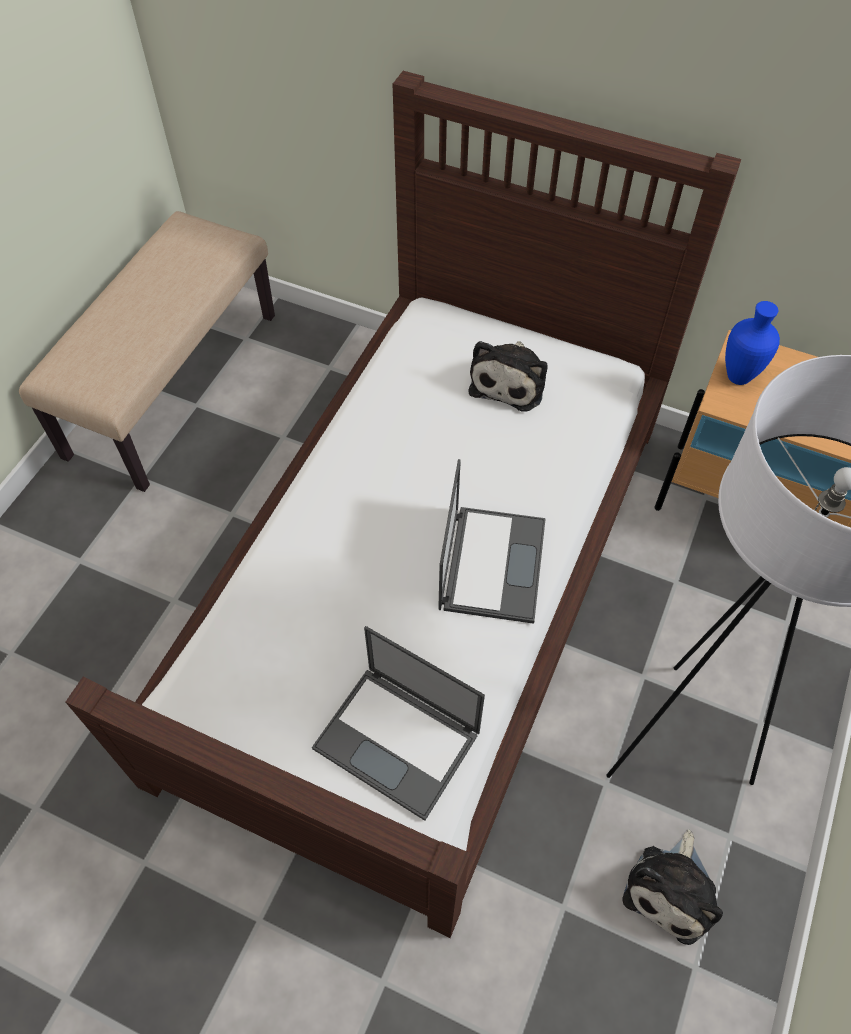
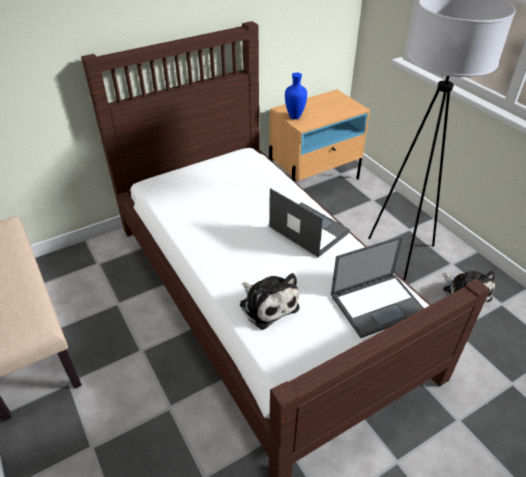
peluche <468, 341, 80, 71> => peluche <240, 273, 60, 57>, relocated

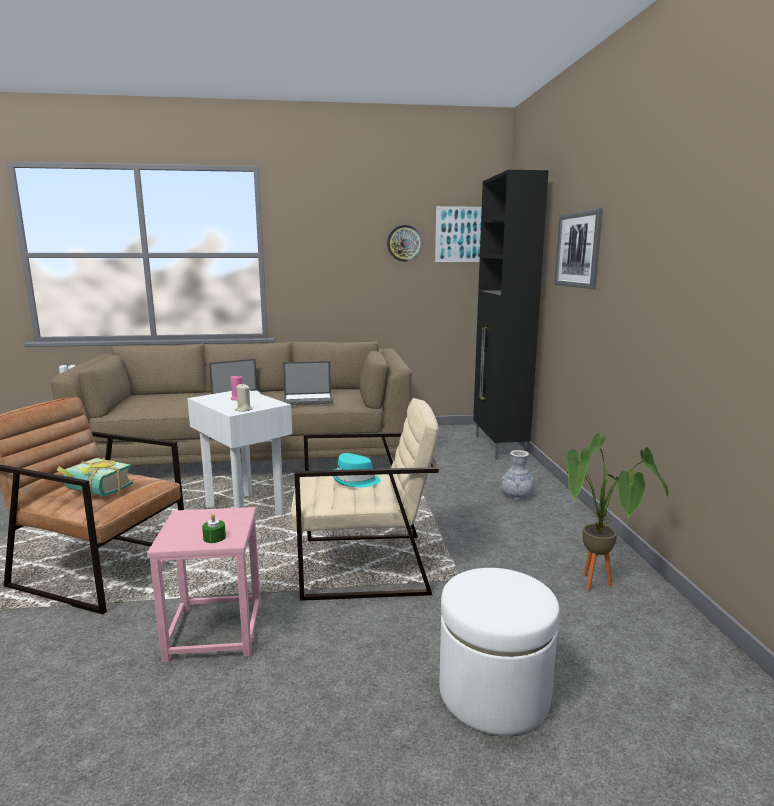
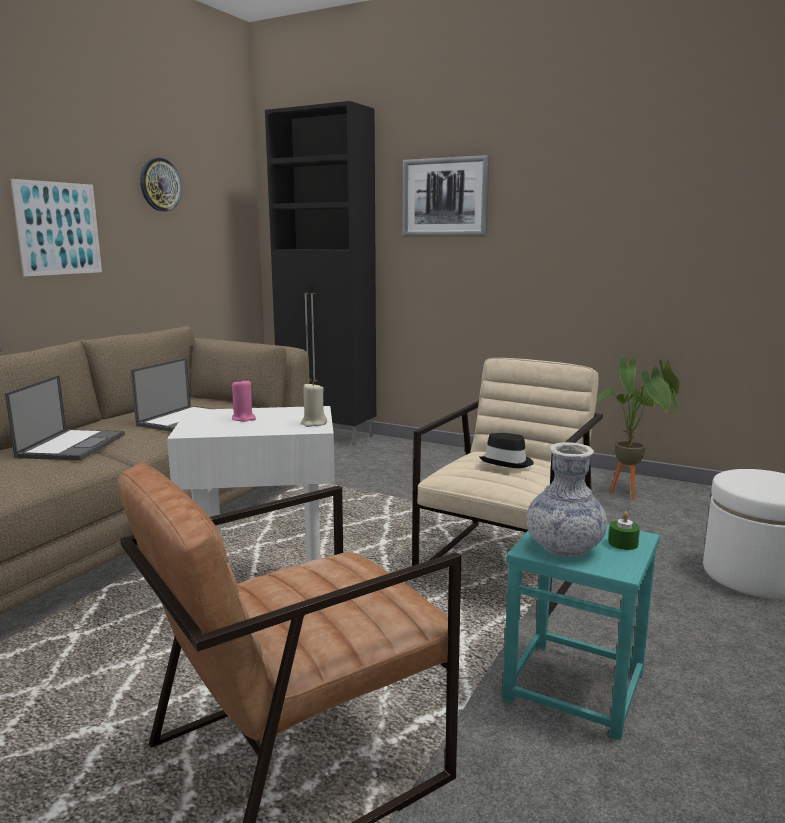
cuadro <435, 206, 47, 56> => cuadro <10, 179, 92, 98>, relocated
sombrero [turquesa] <333, 453, 48, 34> => sombrero [negro] <479, 433, 55, 35>
taburete [rosa] <147, 507, 114, 155> => taburete [turquesa] <502, 524, 158, 216>
florero <500, 450, 35, 49> => florero <527, 442, 80, 115>, relocated
libro <57, 458, 76, 39> => nothing

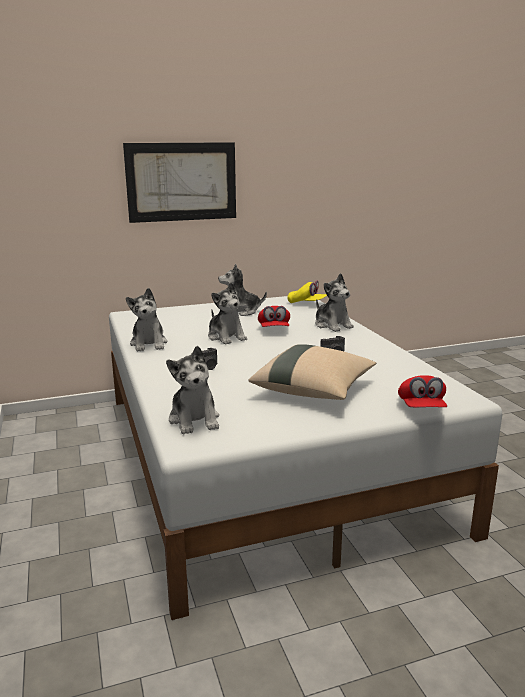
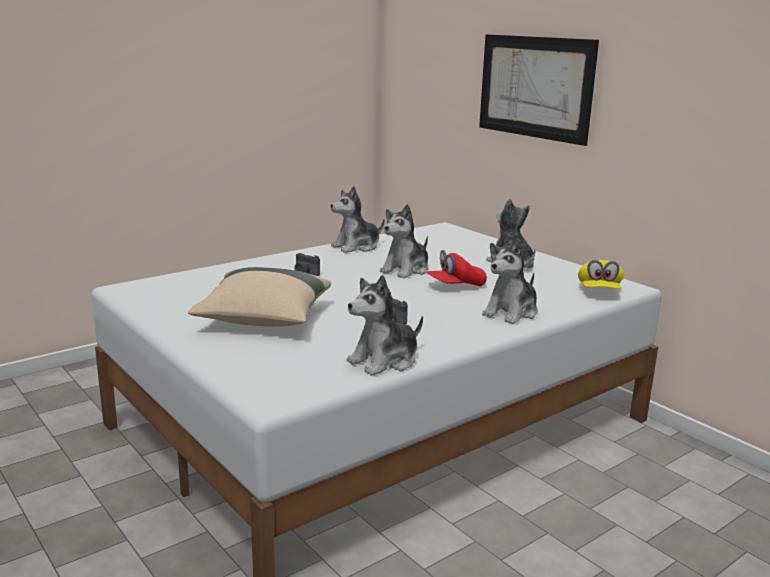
peluche <166, 346, 53, 88> => peluche <347, 275, 76, 101>, relocated
gorra [rojo] <398, 375, 49, 32> => nothing

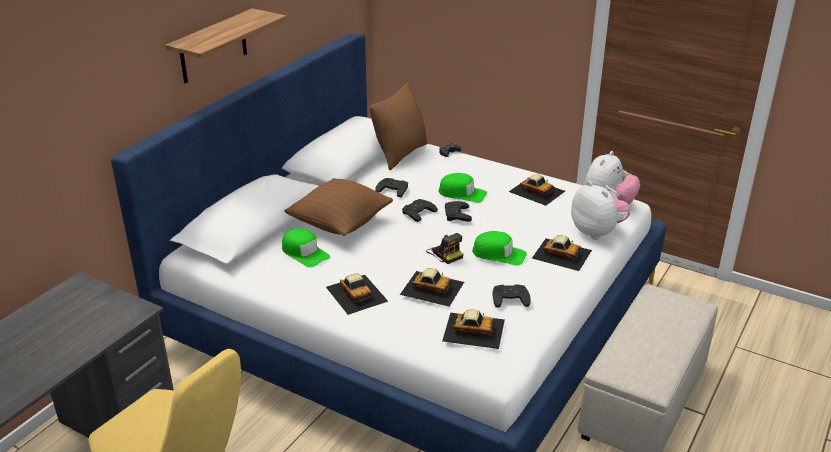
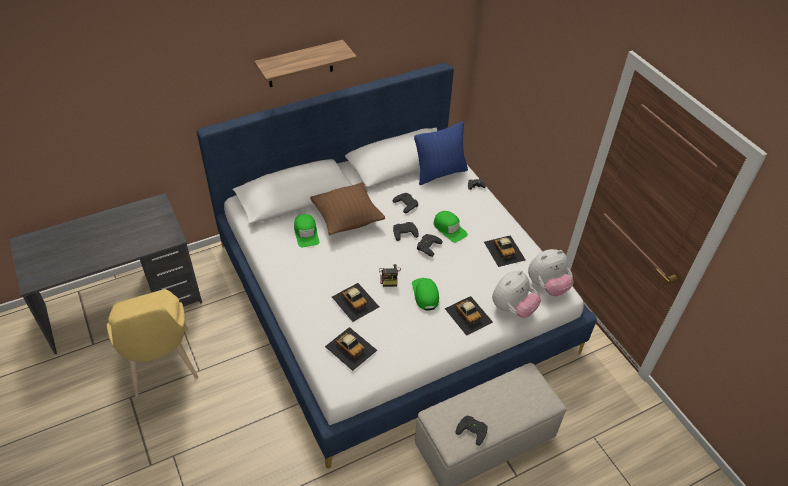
gorra [verde] <472, 231, 55, 35> => gorra [verde] <412, 278, 27, 32>, 150 degrees counterclockwise
cojín [marrón] <369, 83, 59, 87> => cojín [azul] <414, 122, 54, 63>
mando de consola [negro] <493, 284, 38, 23> => mando de consola [negro] <455, 415, 33, 31>, relocated
peluche <571, 181, 60, 59> => peluche <492, 271, 49, 47>, 45 degrees clockwise
coche de juguete <326, 274, 62, 41> => nothing

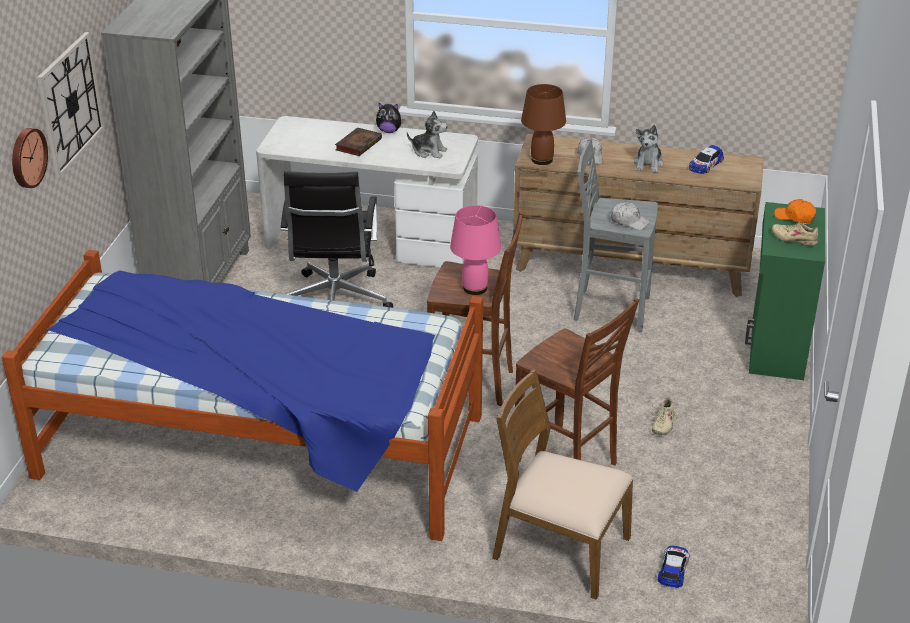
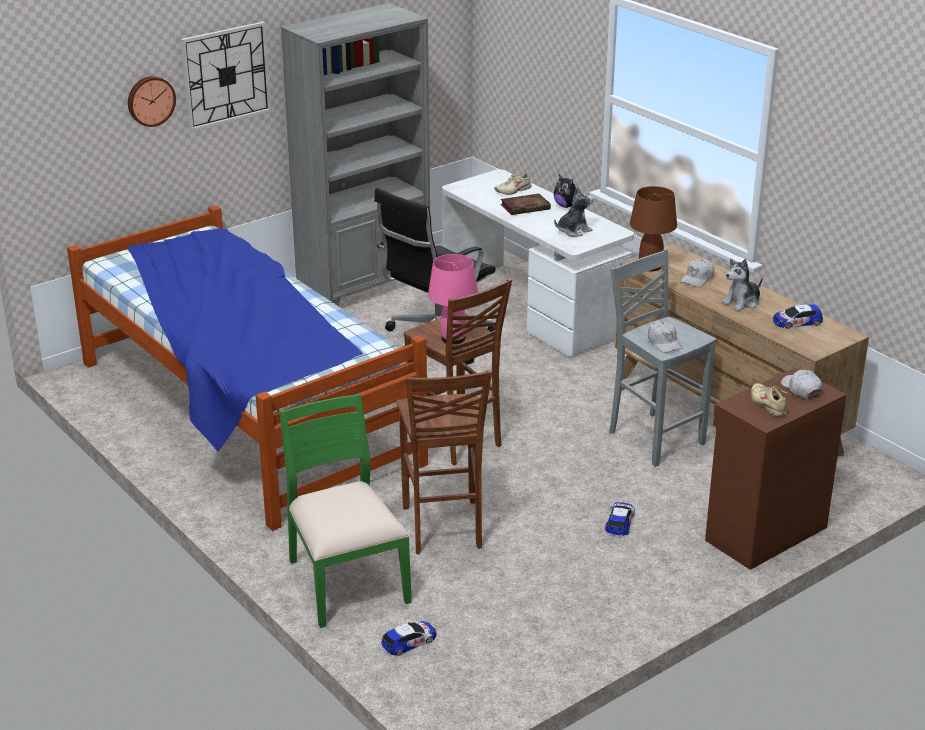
silla [marrón] <492, 370, 141, 230> => silla [verde] <280, 394, 132, 234>
zapato [beis] <651, 397, 27, 38> => zapato [beis] <494, 172, 37, 23>, relocated
peluche <407, 111, 41, 47> => peluche <554, 187, 39, 50>, 90 degrees counterclockwise
nothing => coche de juguete <605, 502, 30, 34>
armario [verde] <745, 202, 80, 178> => armario [marrón] <705, 368, 142, 202>
gorra [naranja] <774, 199, 42, 24> => gorra [blanco] <781, 370, 41, 29>

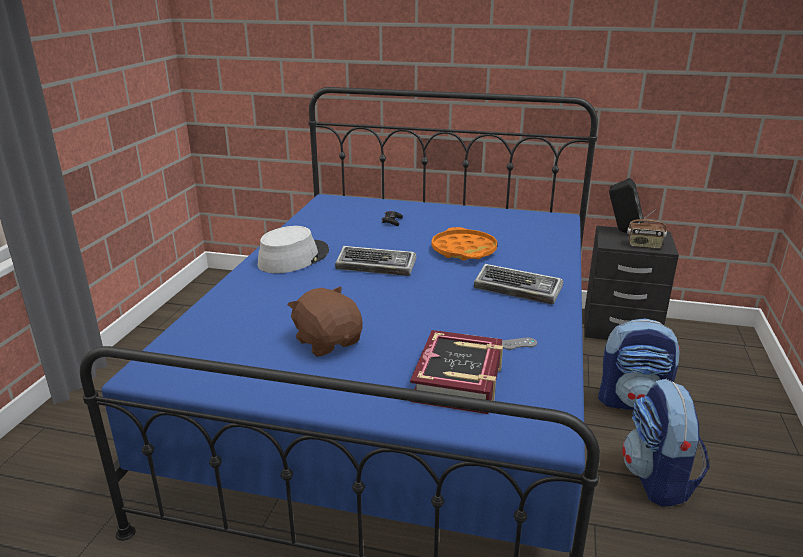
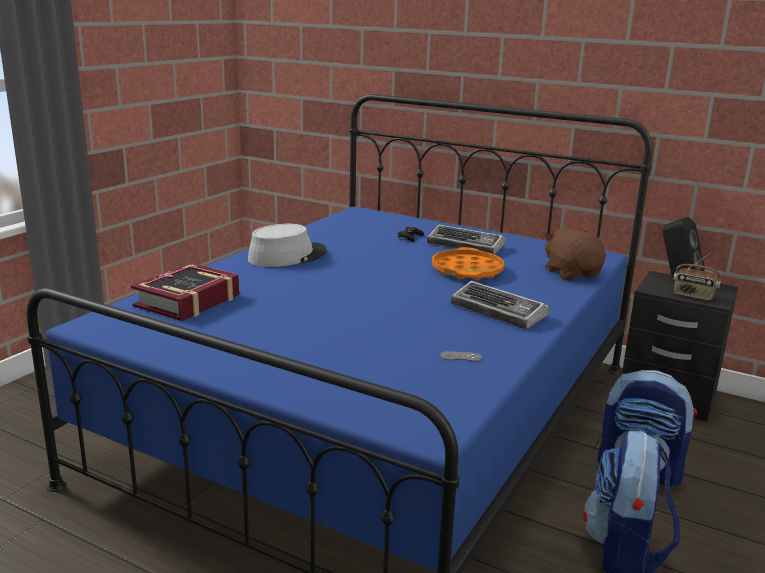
libro <410, 330, 93, 84> => libro <131, 263, 108, 58>, relocated
teclado <335, 246, 81, 30> => teclado <427, 224, 78, 31>, relocated
peluche [marrón] <288, 286, 75, 71> => peluche [marrón] <544, 228, 62, 52>, relocated

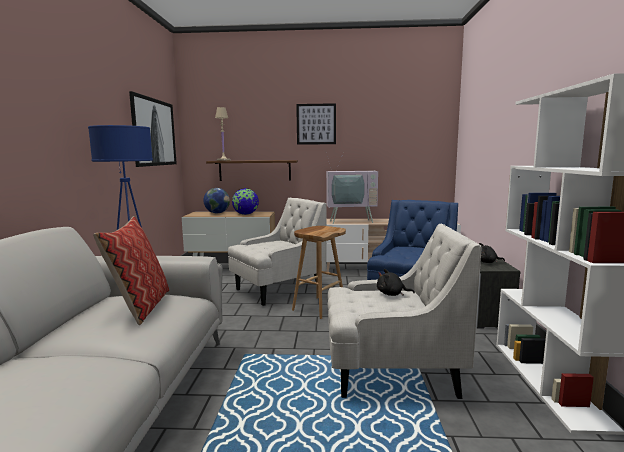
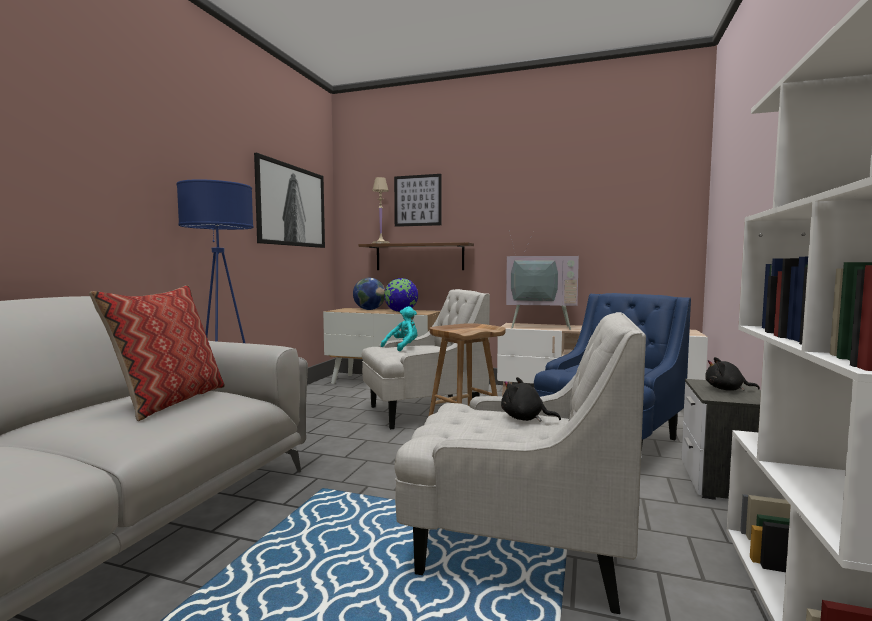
nothing => peluche [turquesa] <381, 306, 36, 45>
cuadro <296, 103, 40, 42> => cuadro <394, 174, 48, 53>, relocated

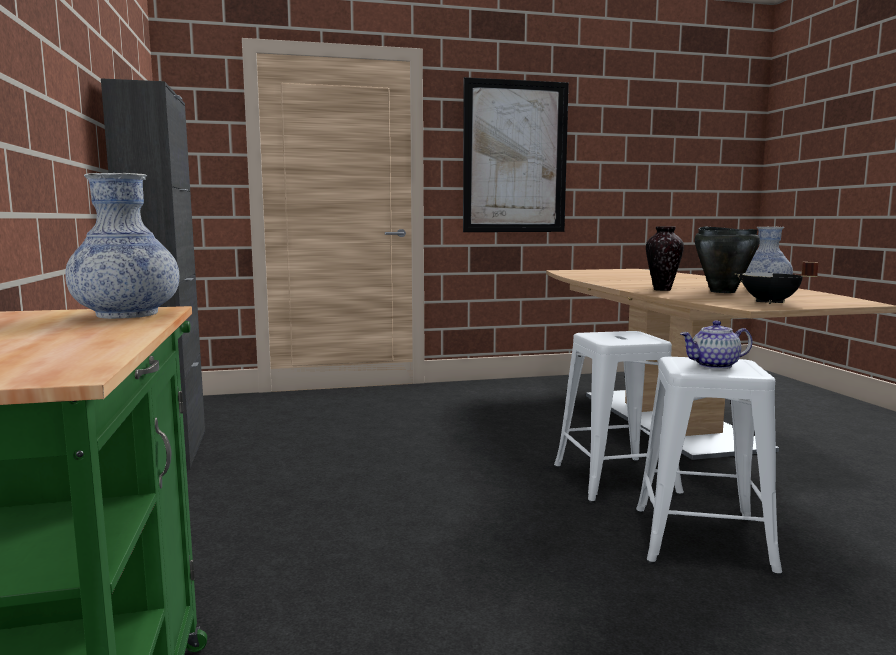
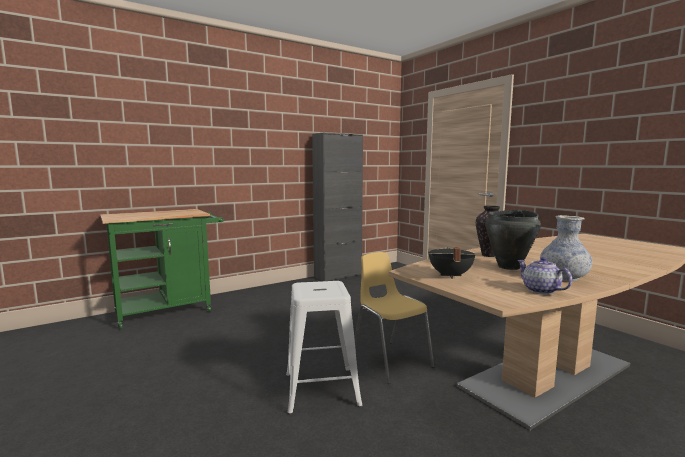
taburete [blanco] <554, 331, 130, 172> => silla [amarillo] <354, 252, 81, 132>
tetera <680, 320, 73, 49> => tetera <517, 257, 55, 37>, relocated
florero <65, 173, 114, 146> => nothing
cuadro <463, 77, 106, 155> => nothing

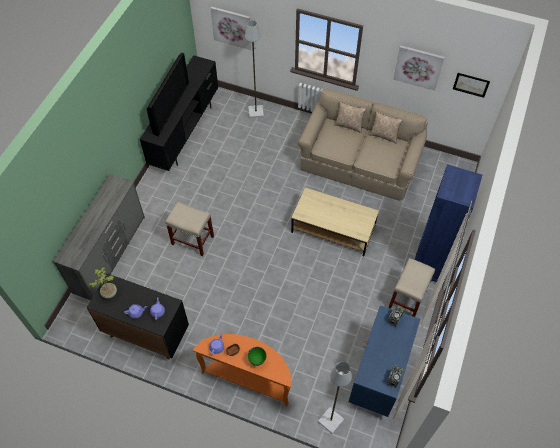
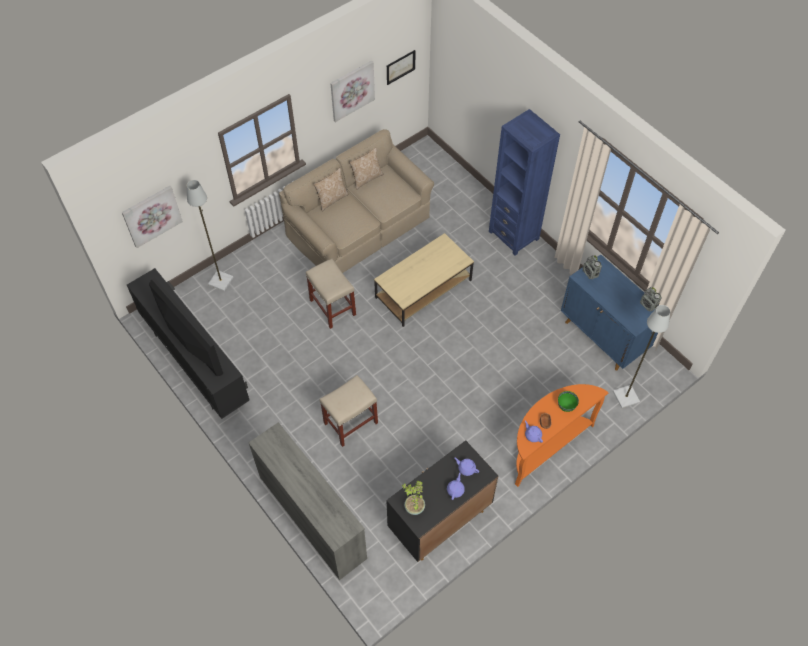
taburete [beis] <388, 258, 47, 59> => taburete [beis] <306, 259, 50, 70>, relocated

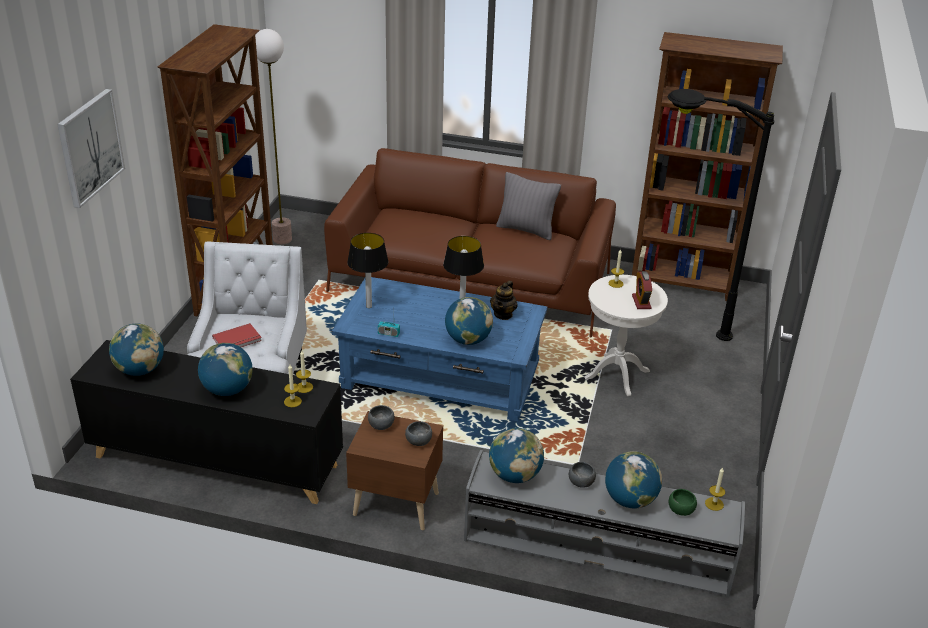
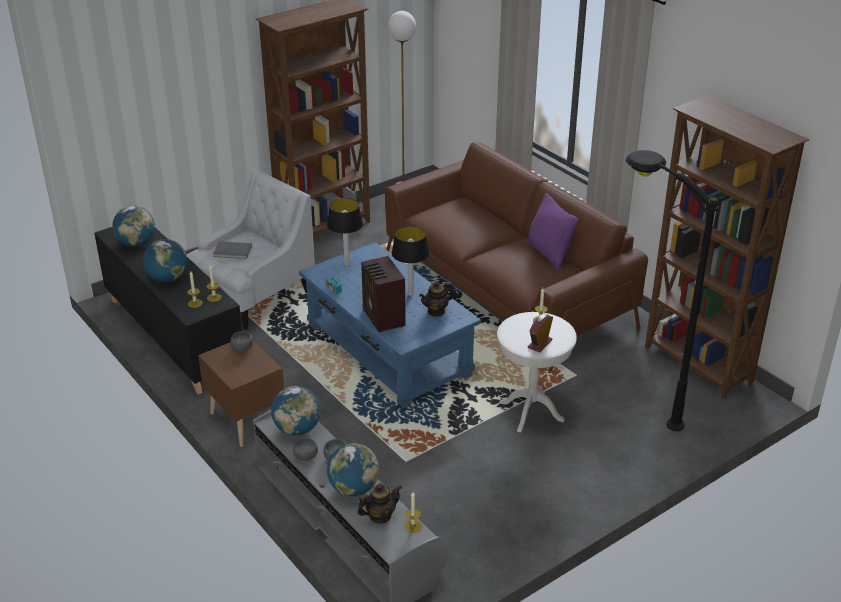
libro [rojo] <212, 323, 50, 24> => libro [gris] <213, 241, 39, 18>
cuenco [gris] <405, 421, 27, 25> => cuenco [gris] <293, 438, 25, 23>, relocated
cuenco [verde] <669, 489, 28, 27> => tetera <357, 483, 45, 40>
globo terráqueo <445, 297, 48, 48> => radio <361, 256, 45, 76>
cojín [gris] <496, 172, 65, 68> => cojín [morado] <527, 193, 51, 77>
cuadro <57, 89, 68, 119> => nothing

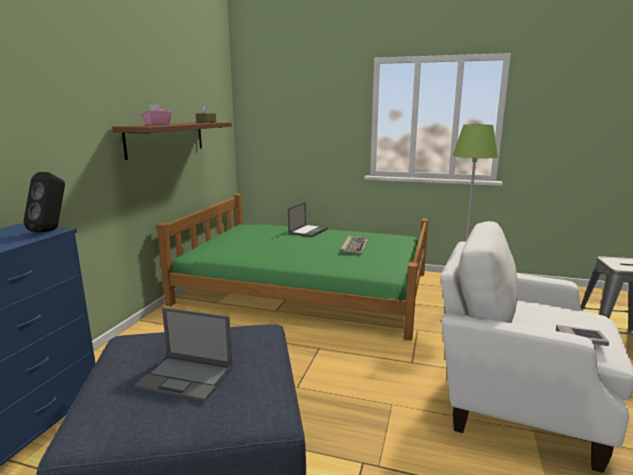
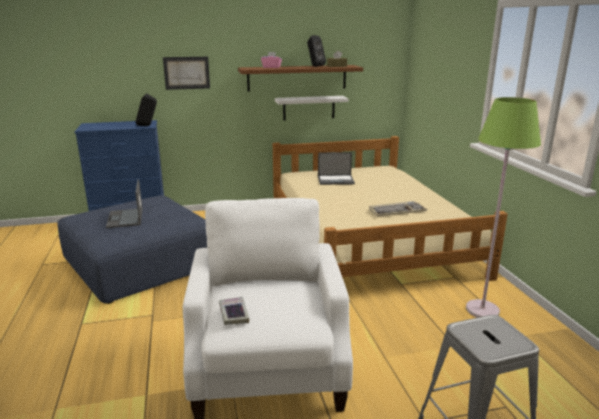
nothing => cuadro <163, 57, 47, 33>
cama [verde] <157, 194, 271, 147> => cama [beis] <273, 136, 235, 145>
nothing => estante [blanco] <275, 96, 74, 25>
nothing => altavoz [negro] <307, 35, 19, 32>
portátil <288, 202, 40, 35> => portátil <318, 152, 37, 33>, relocated

